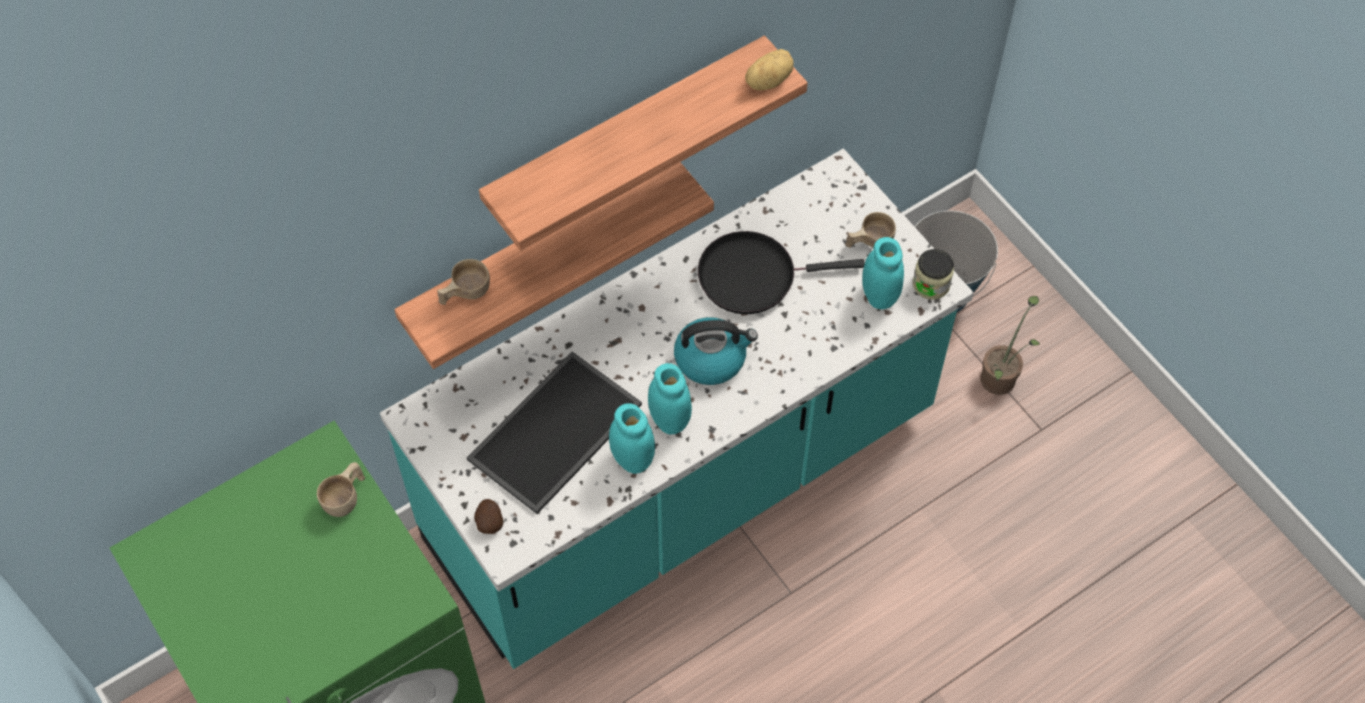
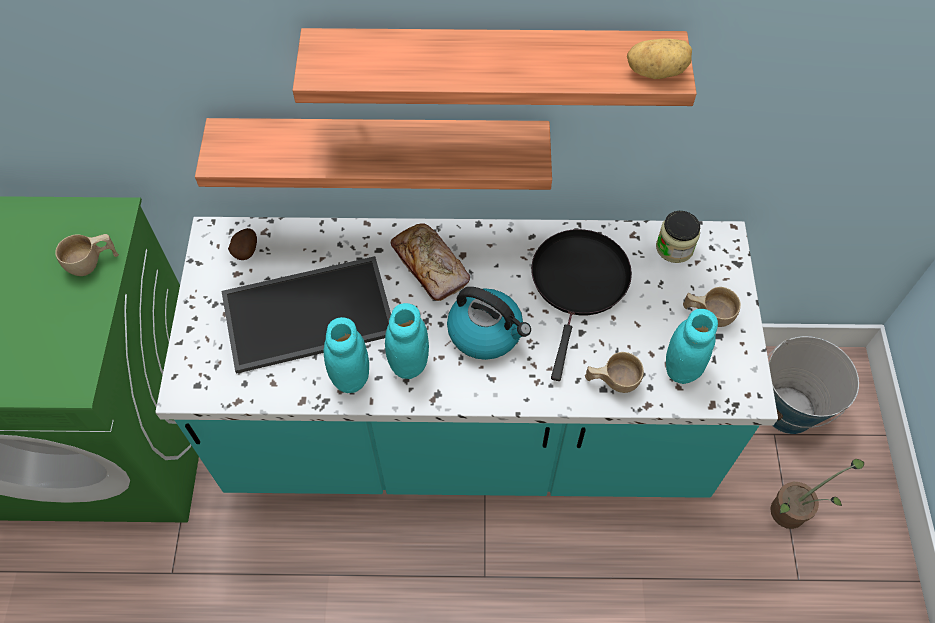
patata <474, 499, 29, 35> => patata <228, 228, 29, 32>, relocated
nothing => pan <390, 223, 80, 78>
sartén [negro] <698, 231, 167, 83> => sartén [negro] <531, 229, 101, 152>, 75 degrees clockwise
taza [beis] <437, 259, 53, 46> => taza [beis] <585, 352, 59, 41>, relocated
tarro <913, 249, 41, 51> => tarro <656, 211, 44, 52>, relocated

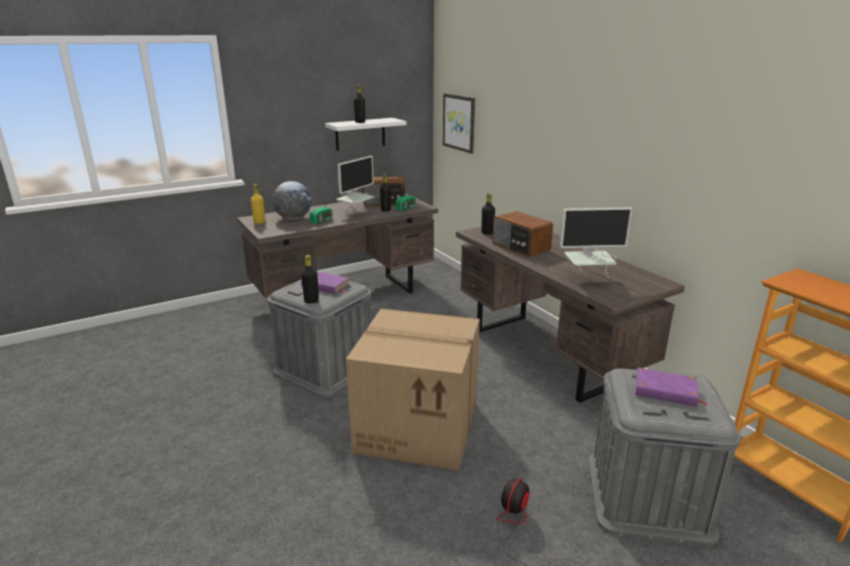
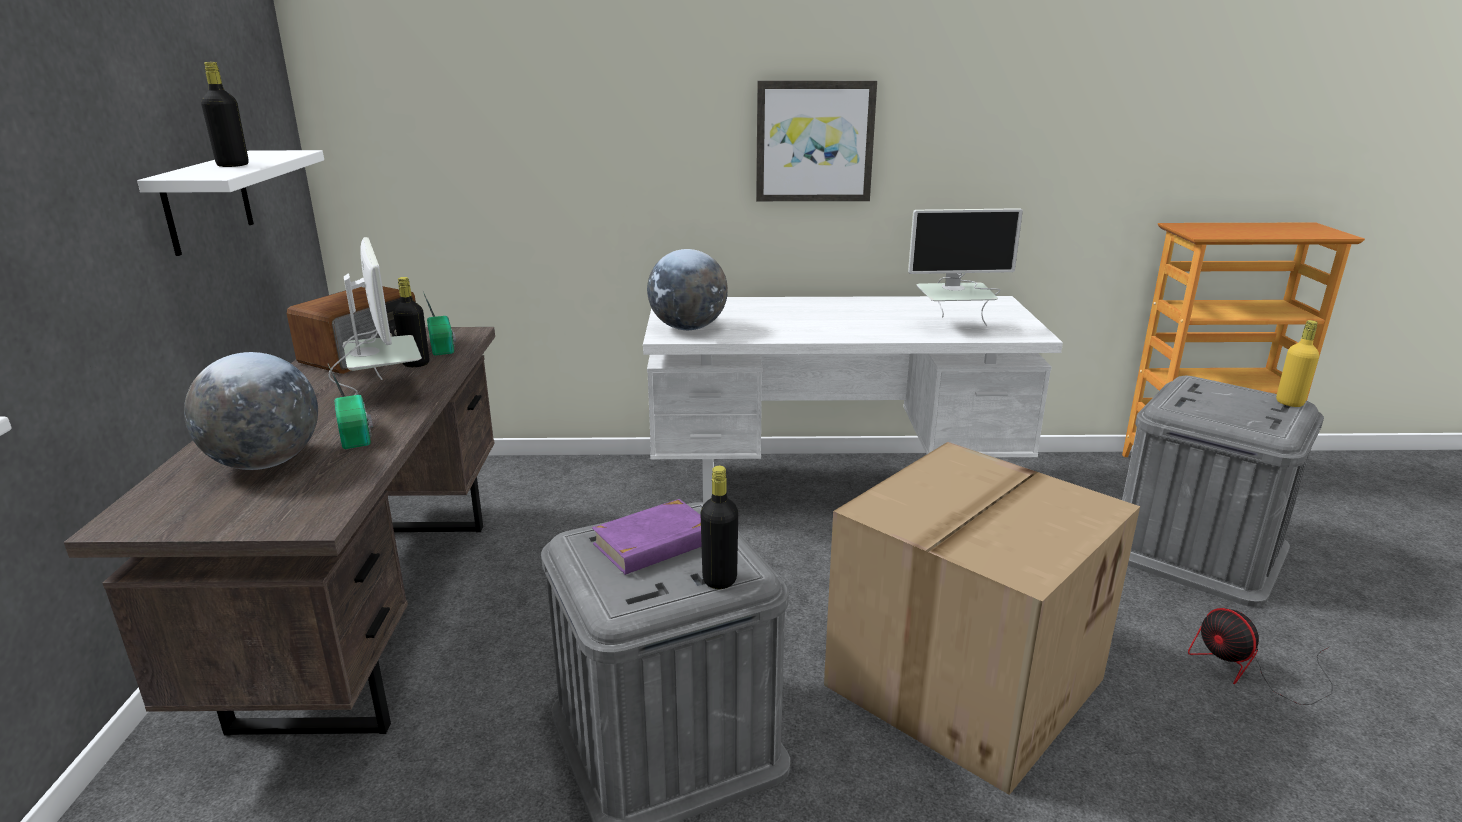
escritorio [marrón] <456, 227, 229, 176> => escritorio [blanco] <643, 296, 420, 207>
botella [negro] <481, 193, 14, 42> => globo terráqueo <647, 249, 81, 81>
cuadro <443, 93, 32, 61> => cuadro <756, 81, 121, 120>, relocated
monitor <560, 208, 73, 71> => monitor <908, 208, 115, 118>, 60 degrees clockwise
botella [amarillo] <251, 184, 14, 40> => botella [amarillo] <1276, 320, 43, 87>, relocated
radio <492, 211, 61, 46> => nothing
libro [morado] <635, 368, 73, 39> => nothing

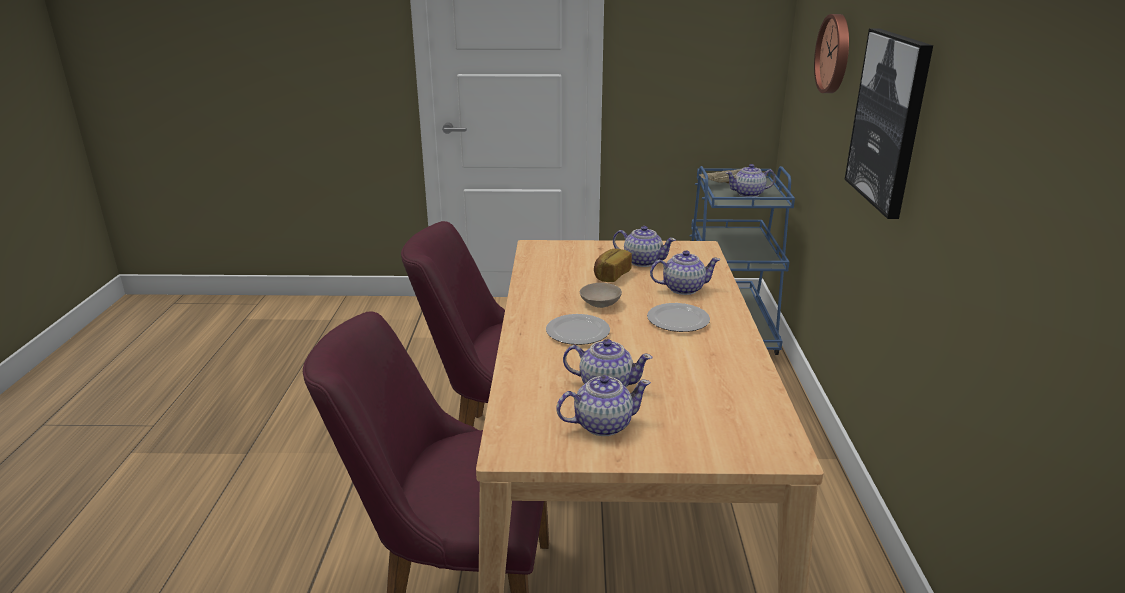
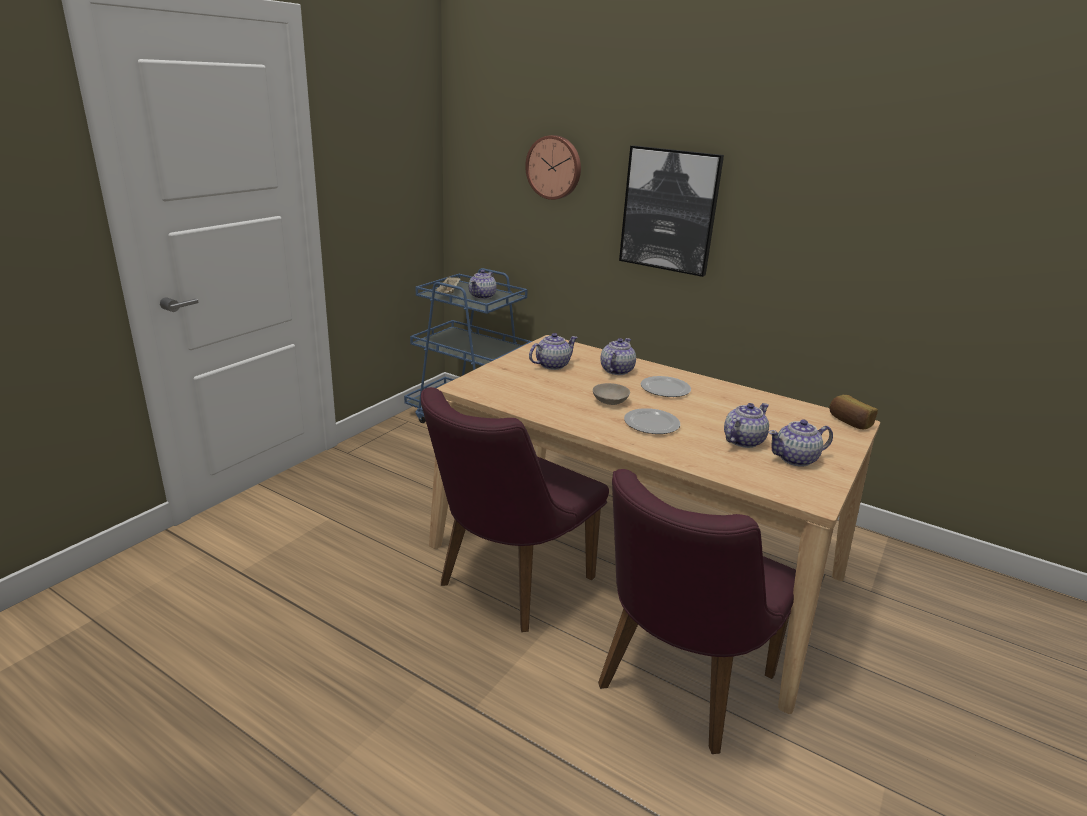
tetera <556, 375, 95, 61> => tetera <768, 419, 65, 48>, 120 degrees counterclockwise
pan <594, 249, 38, 33> => pan <829, 395, 49, 35>, relocated

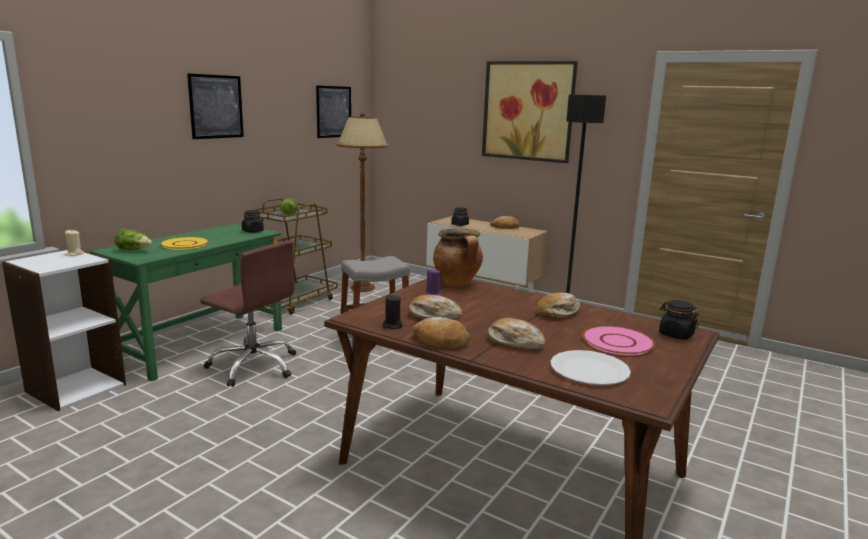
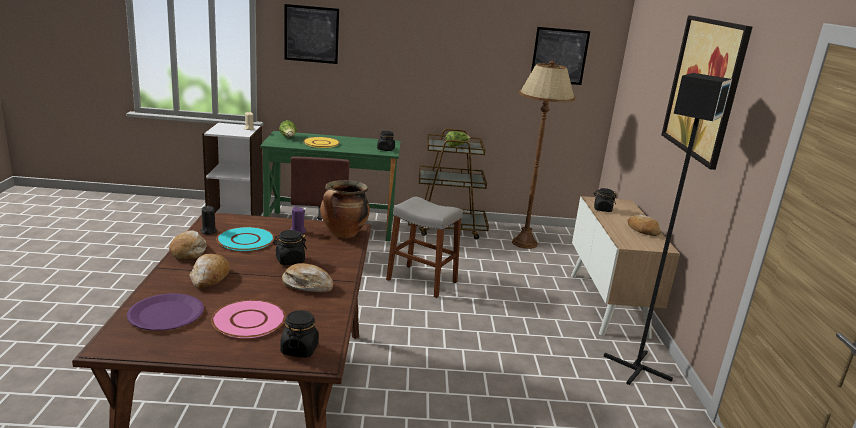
plato [blanco] <550, 350, 81, 35> => plato [morado] <127, 293, 77, 38>
pan <408, 294, 54, 26> => plato [turquesa] <216, 227, 59, 24>
nothing => tarro [negro] <273, 230, 34, 35>
cuadro <187, 73, 57, 66> => cuadro <284, 4, 55, 60>, relocated

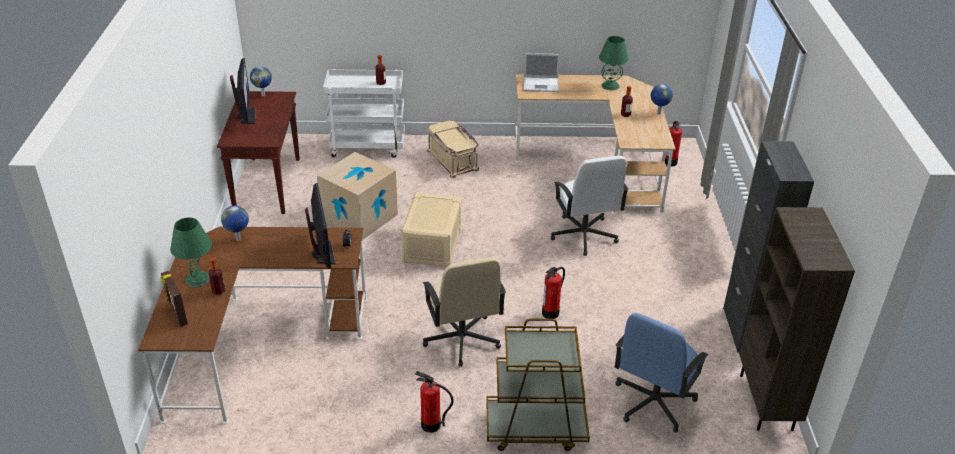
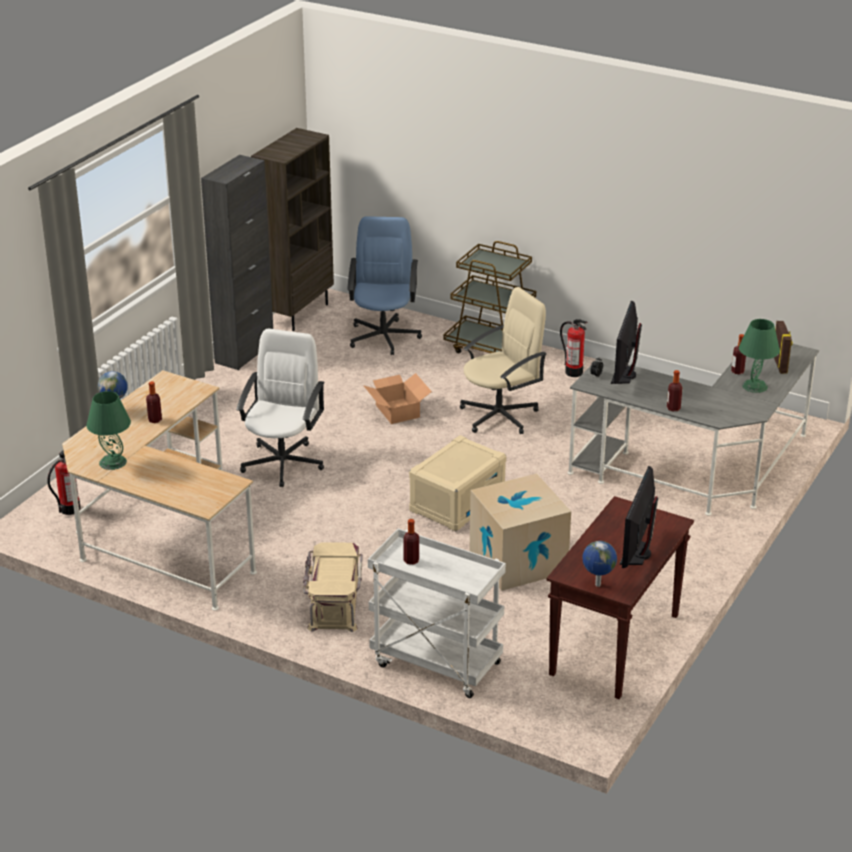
silla de oficina [azul] <615, 313, 93, 119> => silla de oficina [azul] <347, 216, 75, 139>, 60 degrees counterclockwise
extintor <542, 267, 23, 52> => caja de cartón <363, 373, 69, 51>
silla de oficina [beis] <423, 257, 83, 110> => silla de oficina [beis] <460, 287, 86, 147>, 45 degrees clockwise
escritorio [marrón] <138, 226, 230, 198> => escritorio [gris] <567, 344, 252, 172>
nothing => botella <667, 370, 15, 41>
globo terráqueo <221, 206, 28, 35> => nothing
portátil <524, 53, 36, 39> => nothing

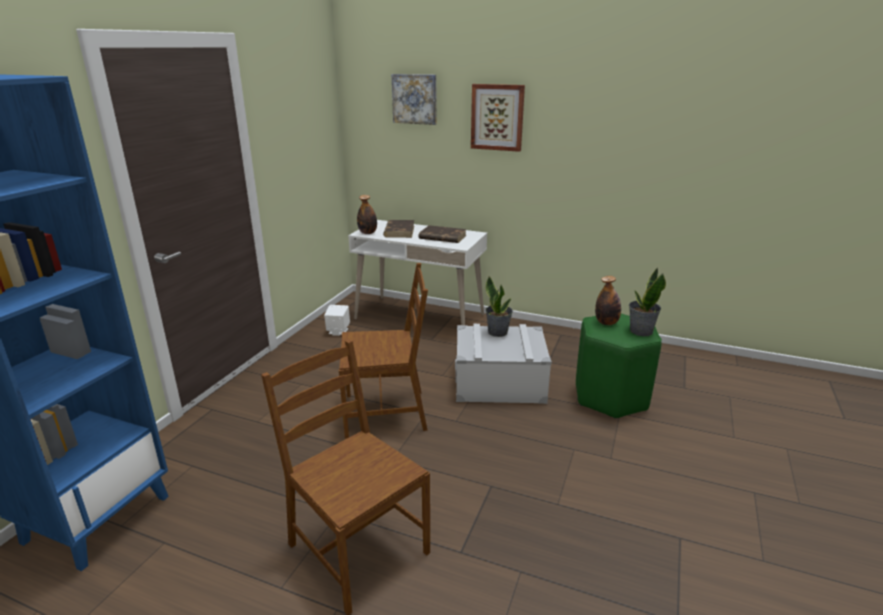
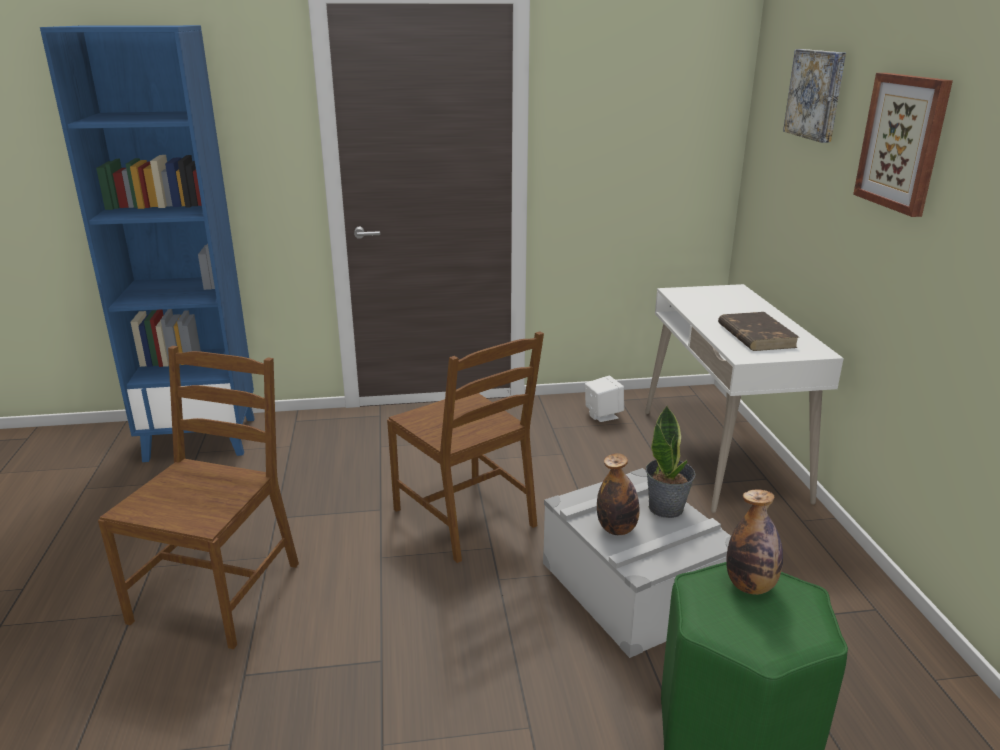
botella <357, 195, 20, 39> => botella <597, 453, 43, 82>, relocated
libro [marrón] <383, 220, 31, 18> => nothing
planta en maceta <629, 267, 37, 69> => nothing

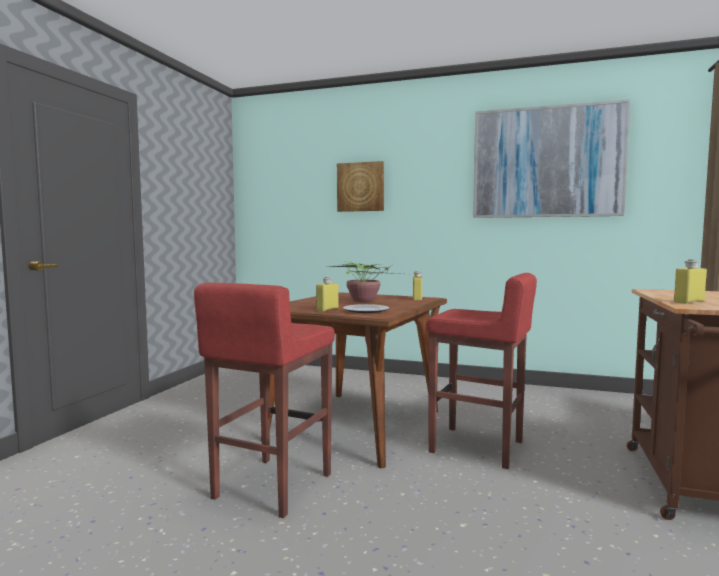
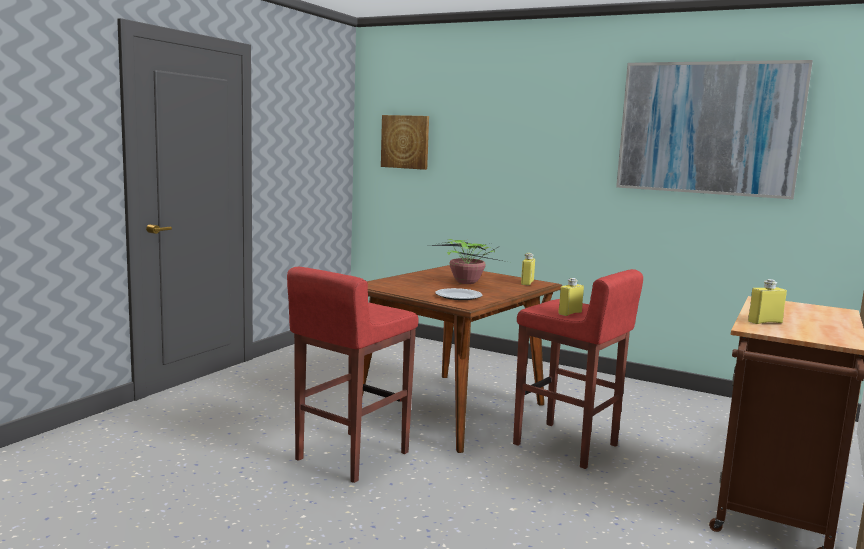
cuadro <337, 161, 47, 51> => cuadro <381, 115, 48, 55>, relocated
botella [amarillo] <316, 277, 23, 35> => botella [amarillo] <559, 278, 25, 38>, relocated

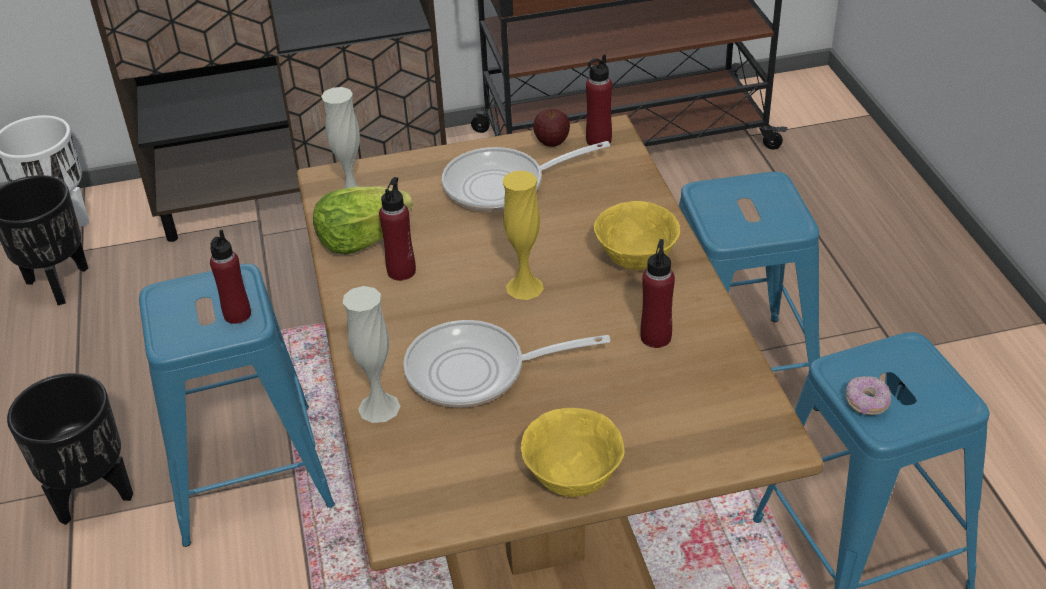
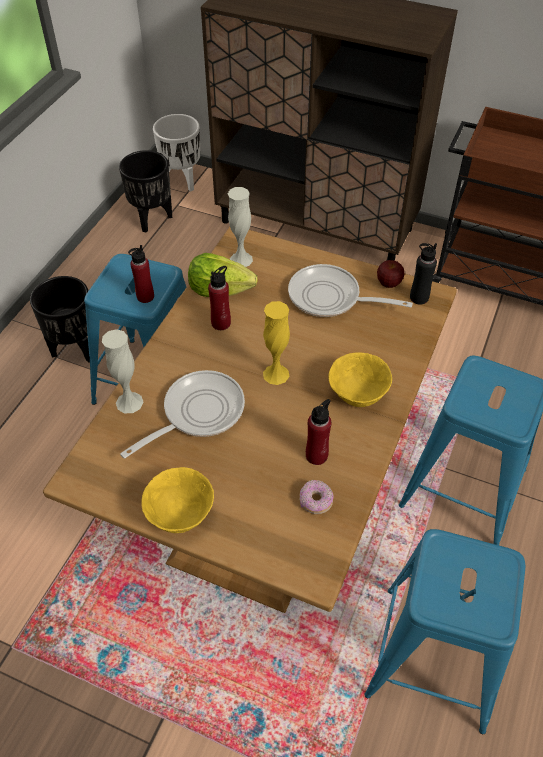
sartén <403, 320, 208, 88> => sartén <120, 370, 125, 88>, 105 degrees clockwise
rosquilla <846, 376, 45, 39> => rosquilla <299, 480, 35, 34>, relocated
botella [rojo] <586, 54, 26, 93> => botella [negro] <410, 243, 27, 61>

